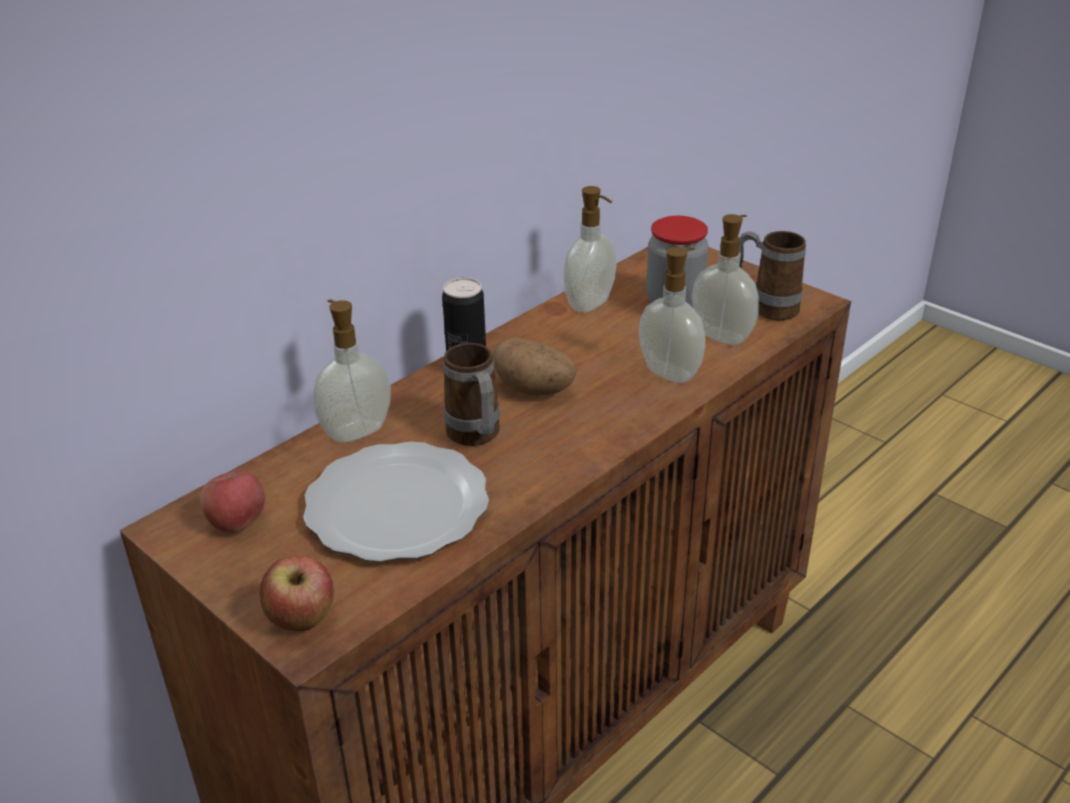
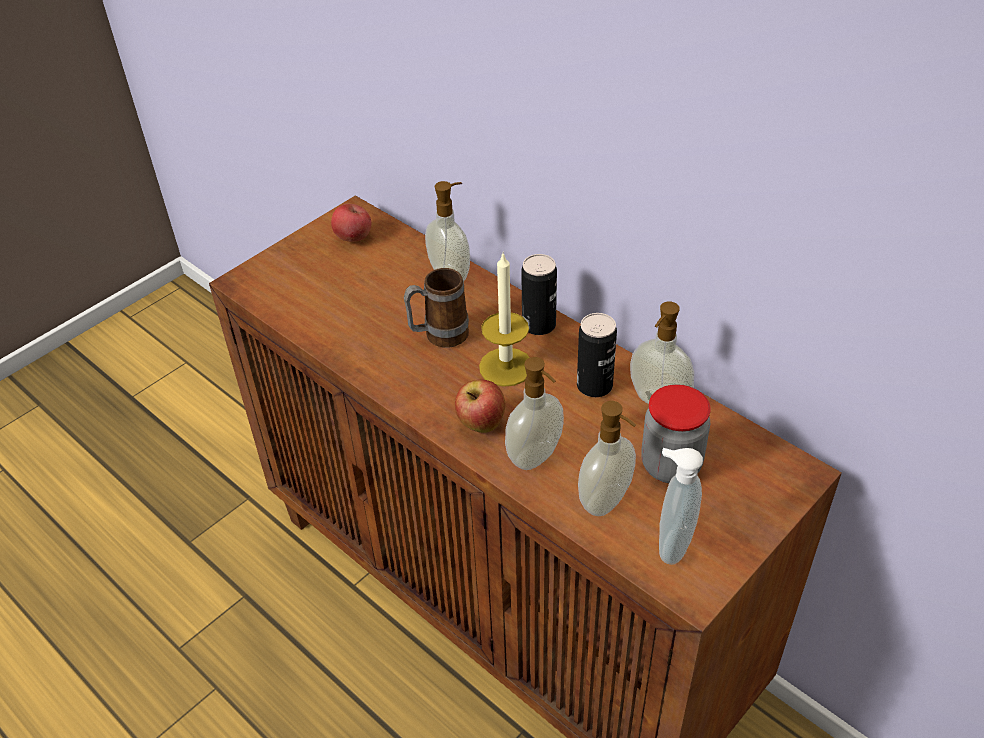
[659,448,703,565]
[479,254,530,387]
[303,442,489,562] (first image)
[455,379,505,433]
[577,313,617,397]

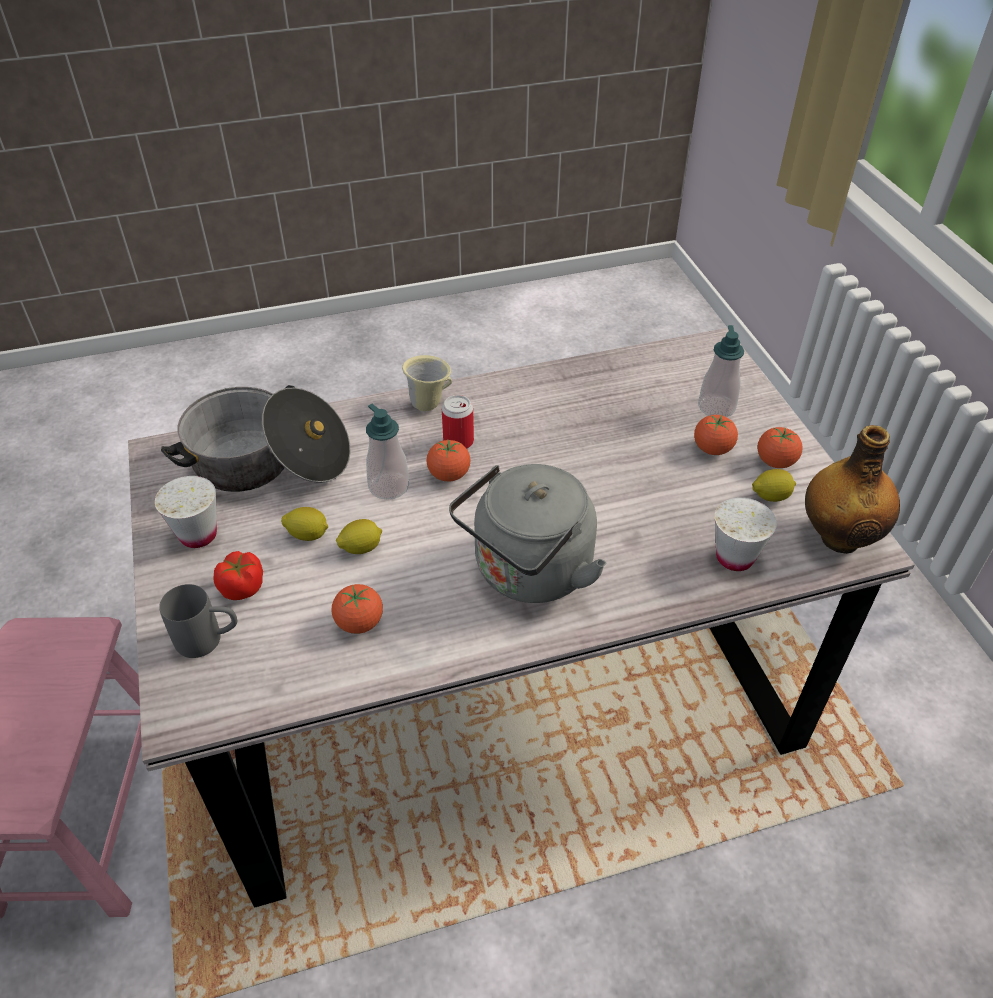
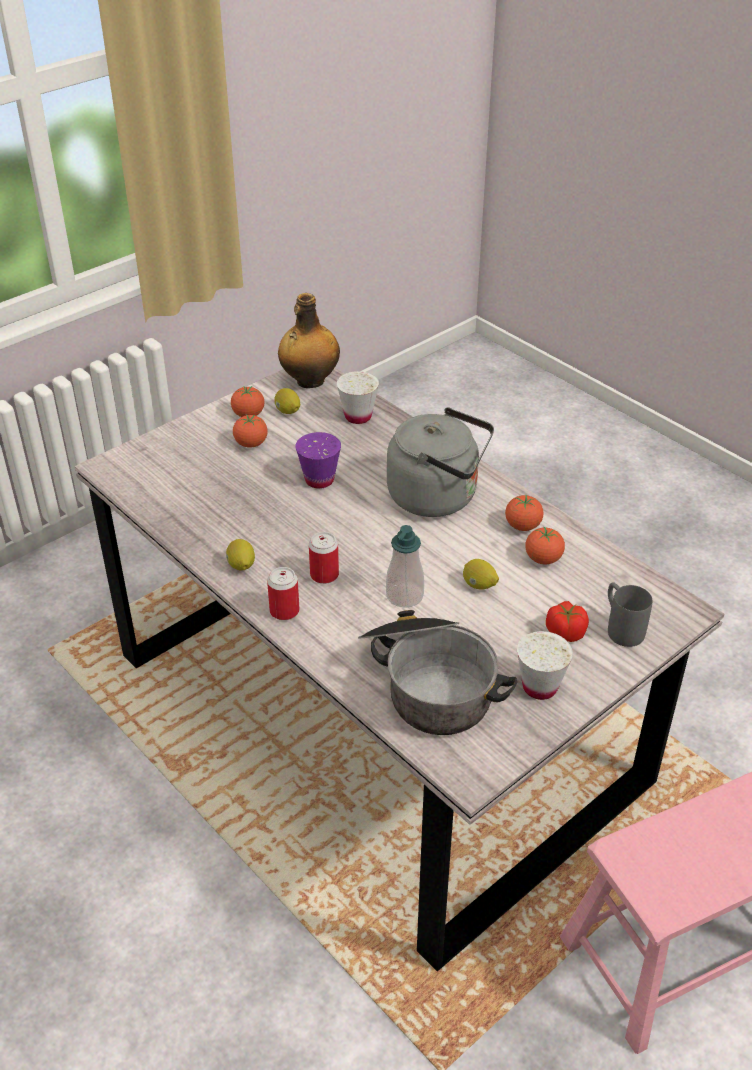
[698,325,744,417] (first image)
[267,567,300,620]
[505,495,543,531]
[226,539,255,570]
[295,432,341,489]

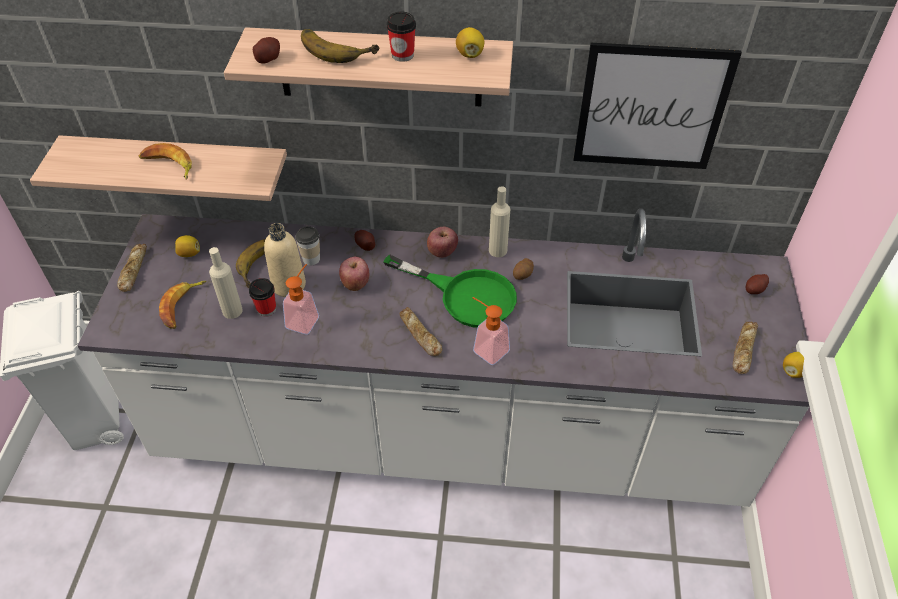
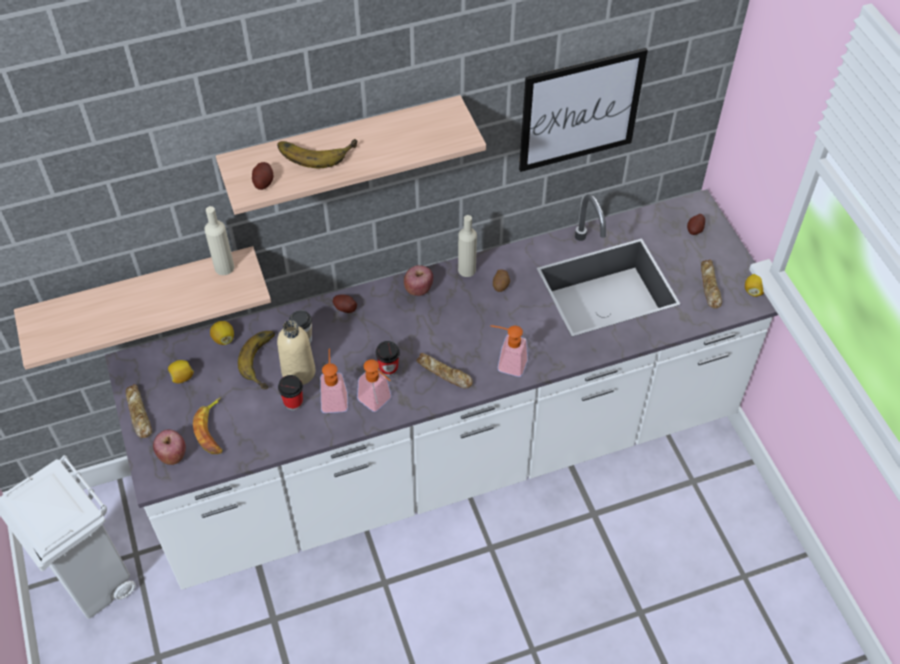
[376,341,400,376]
[210,321,234,345]
[139,143,192,180] (first image)
[204,206,234,275]
[383,254,517,328] (first image)
[153,429,186,465]
[357,359,392,412]

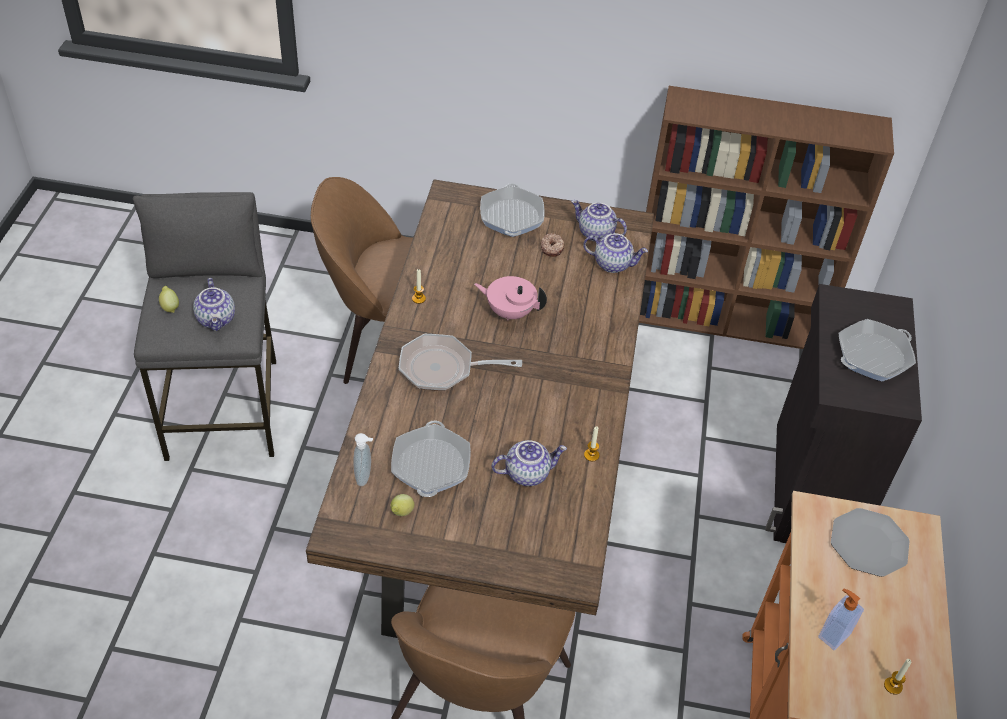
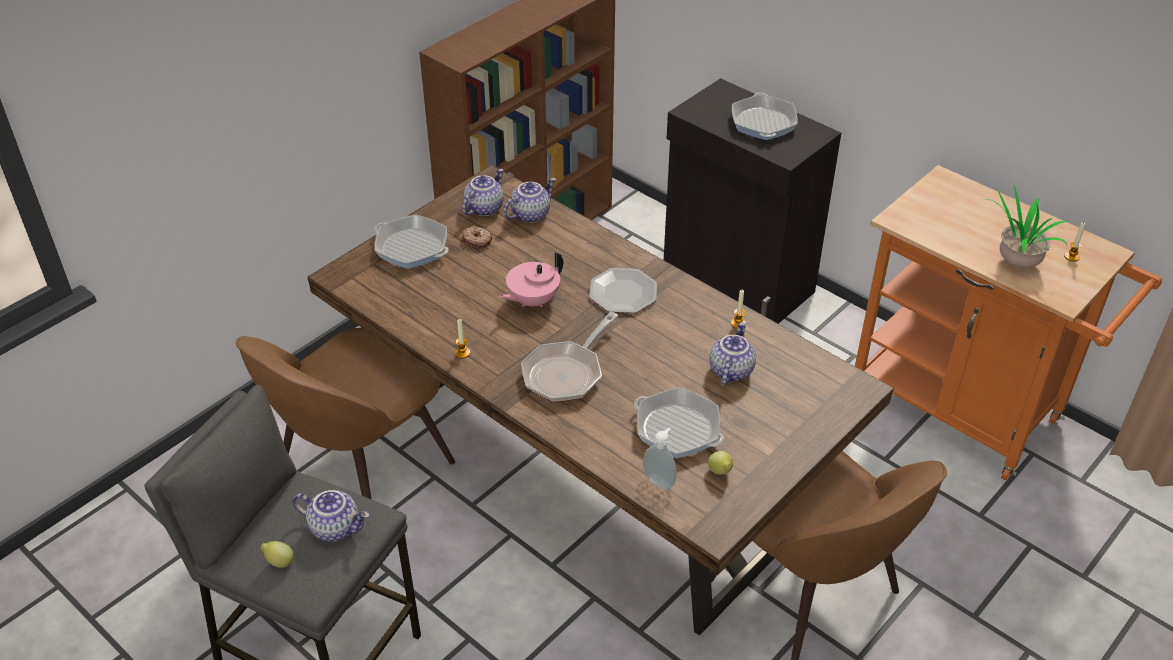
[462,169,504,216]
[589,268,657,313]
[982,186,1068,268]

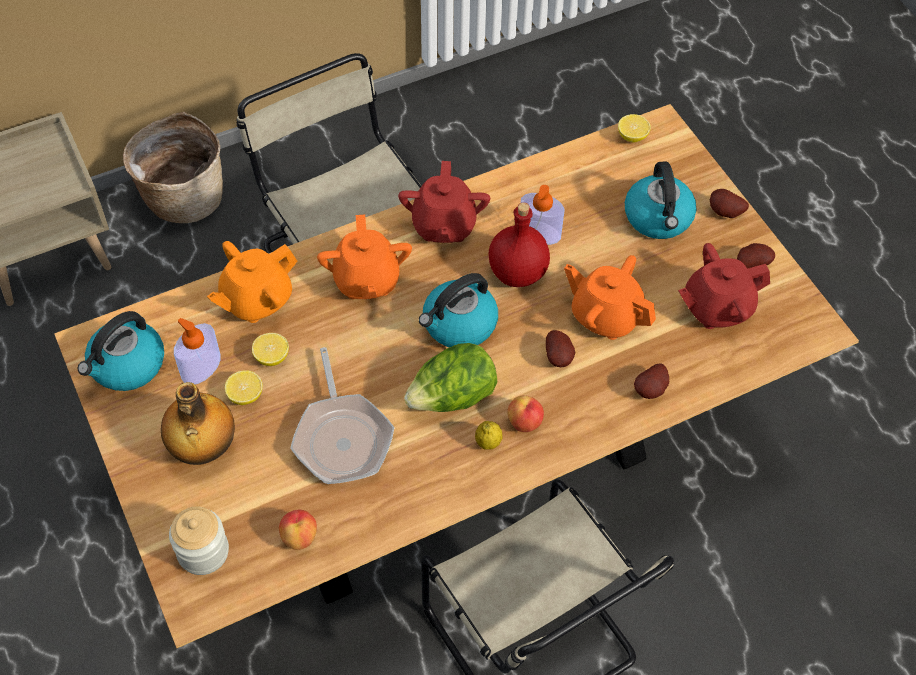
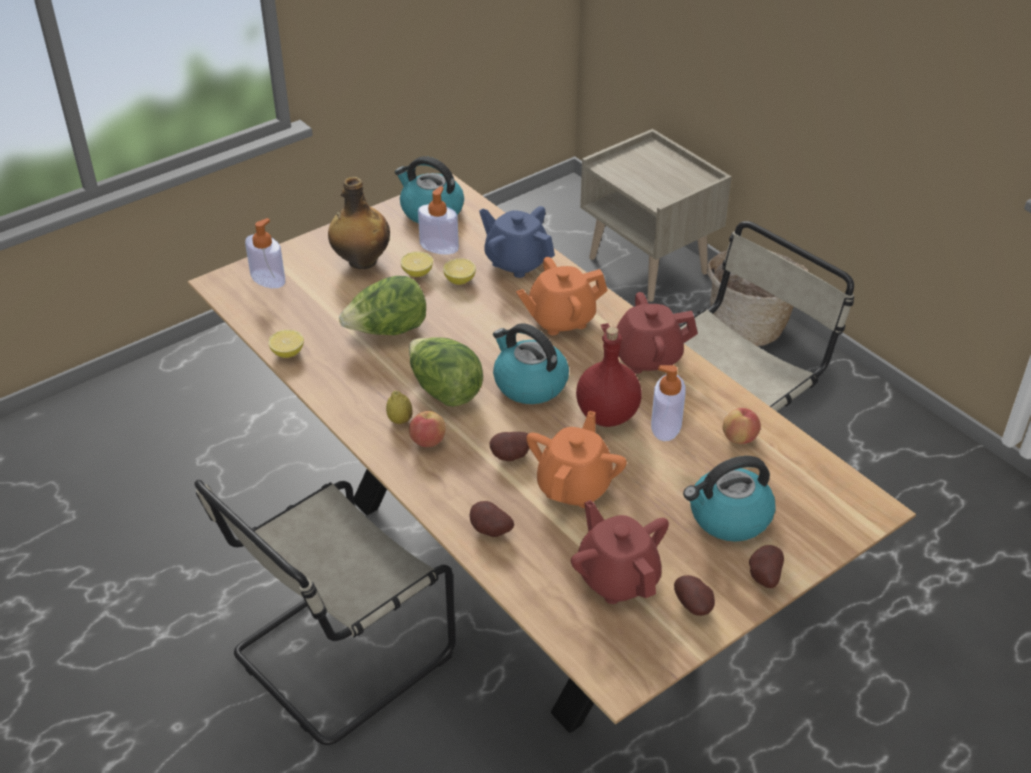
[268,330,304,358]
[479,206,555,278]
[339,276,426,335]
[245,218,285,288]
[723,408,761,444]

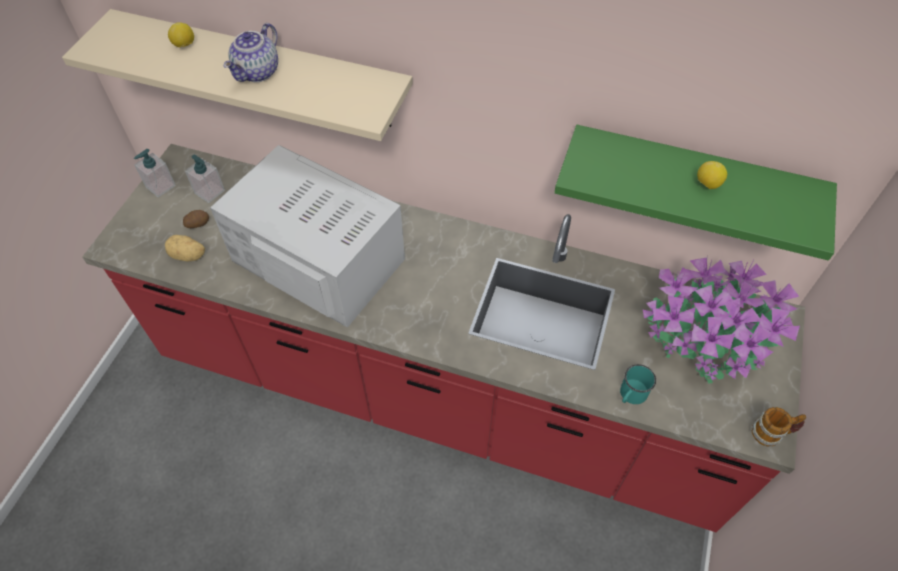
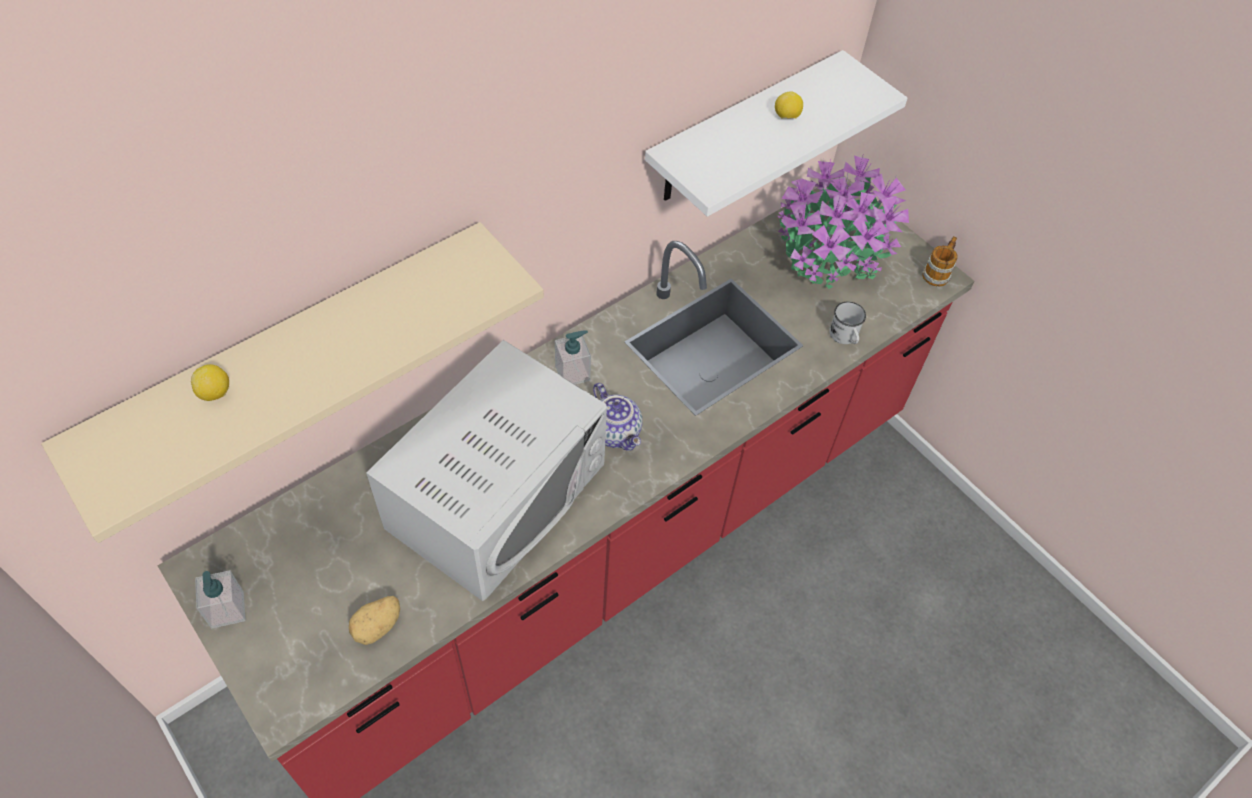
[593,383,643,451]
[645,50,908,217]
[366,340,607,601]
[555,330,591,385]
[183,210,209,228] (first image)
[829,301,866,344]

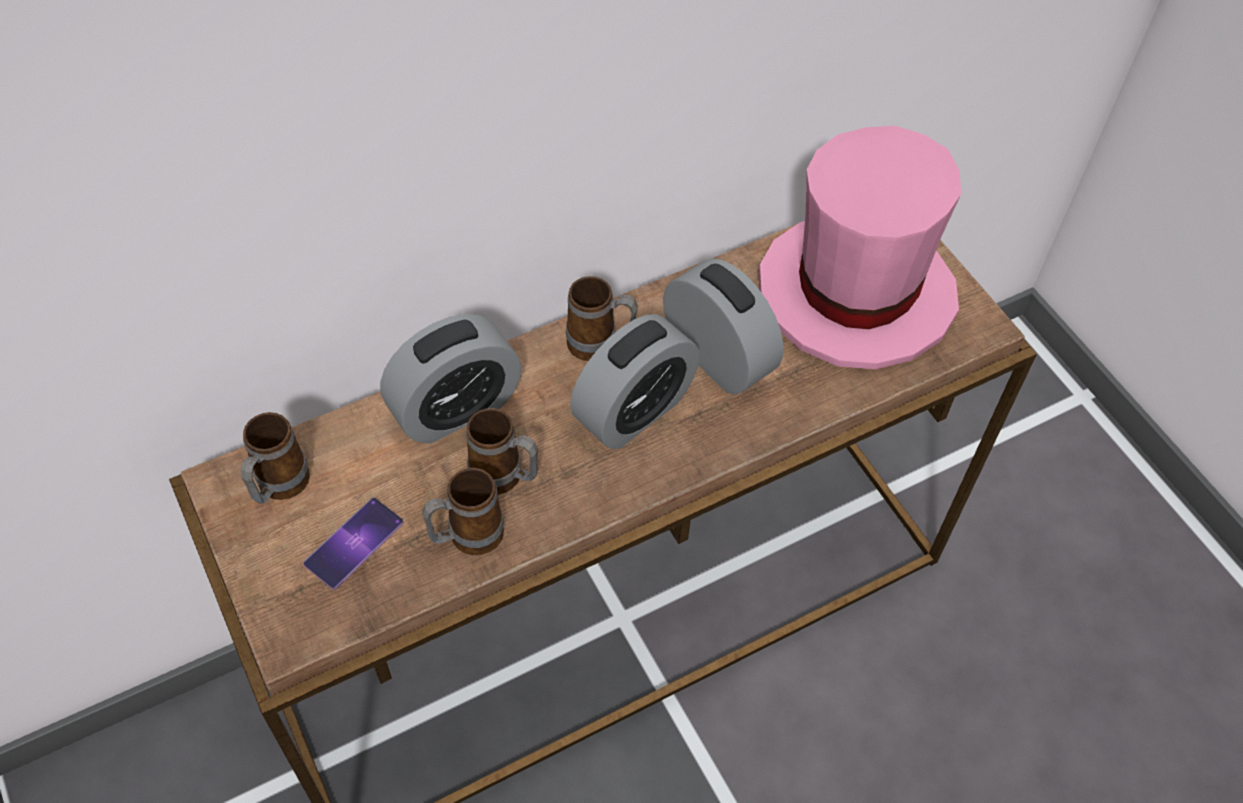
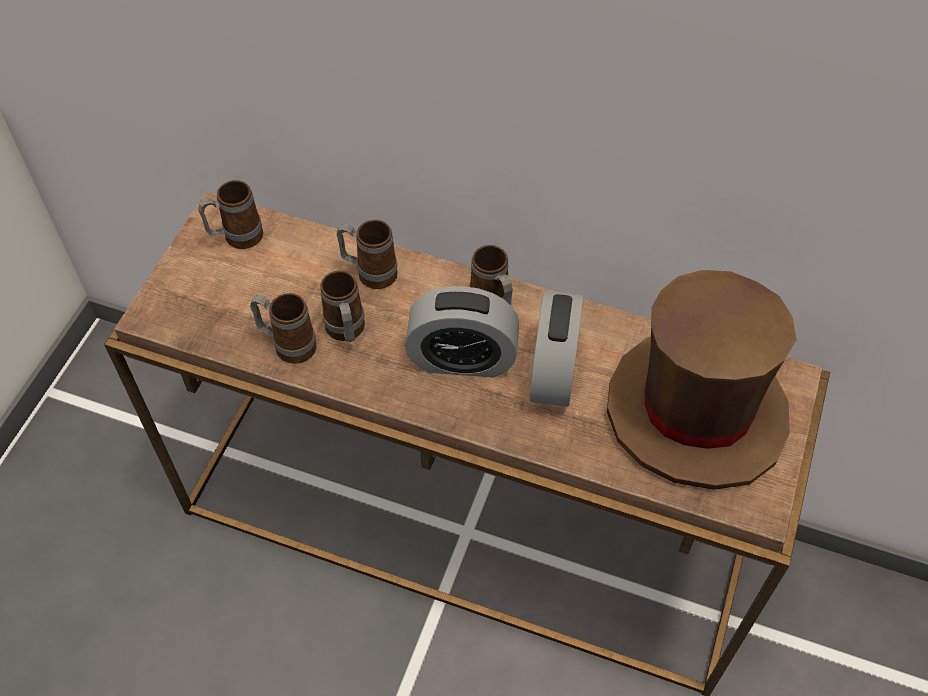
[607,270,796,490]
[337,220,398,289]
[303,497,403,590] (first image)

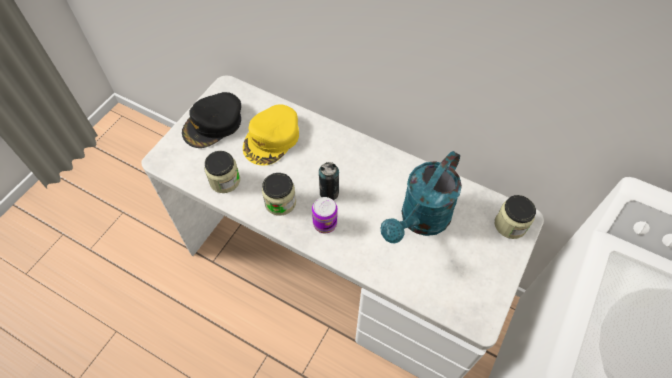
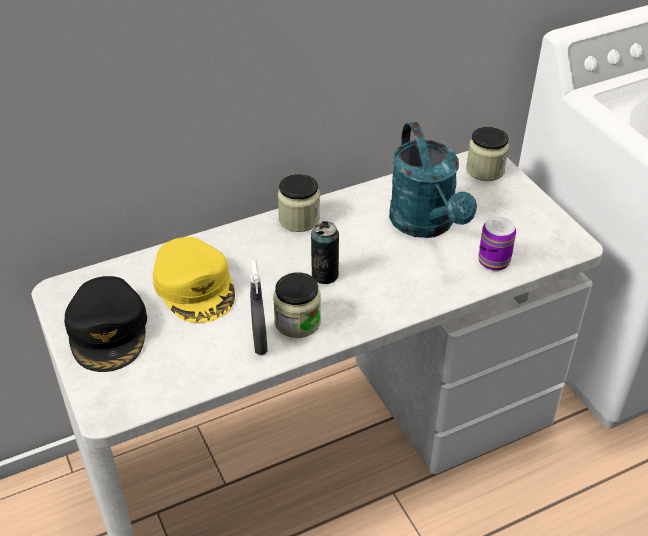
[278,174,320,232]
[478,217,516,271]
[250,260,268,355]

